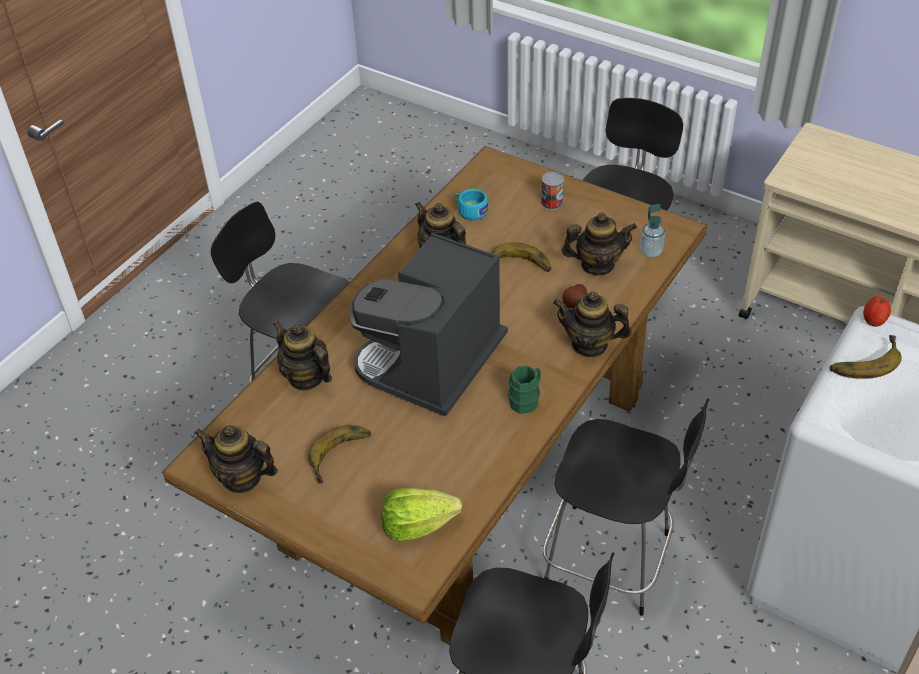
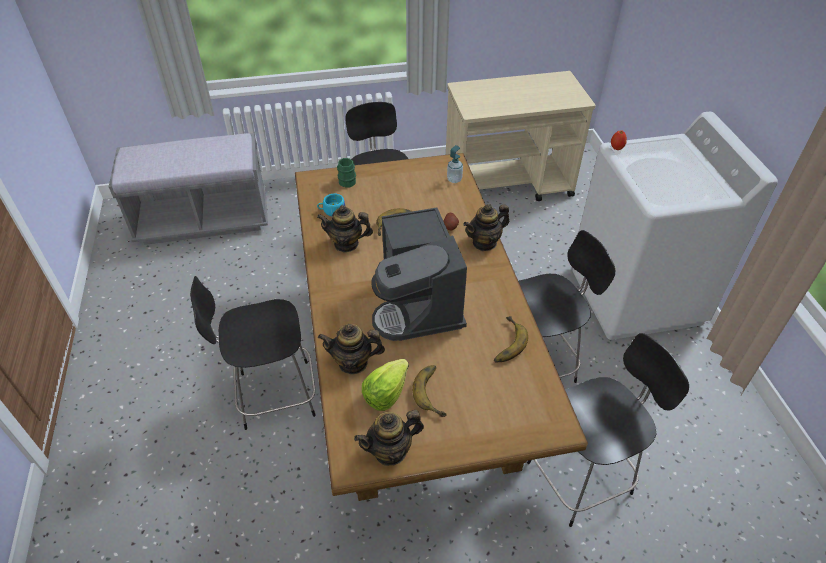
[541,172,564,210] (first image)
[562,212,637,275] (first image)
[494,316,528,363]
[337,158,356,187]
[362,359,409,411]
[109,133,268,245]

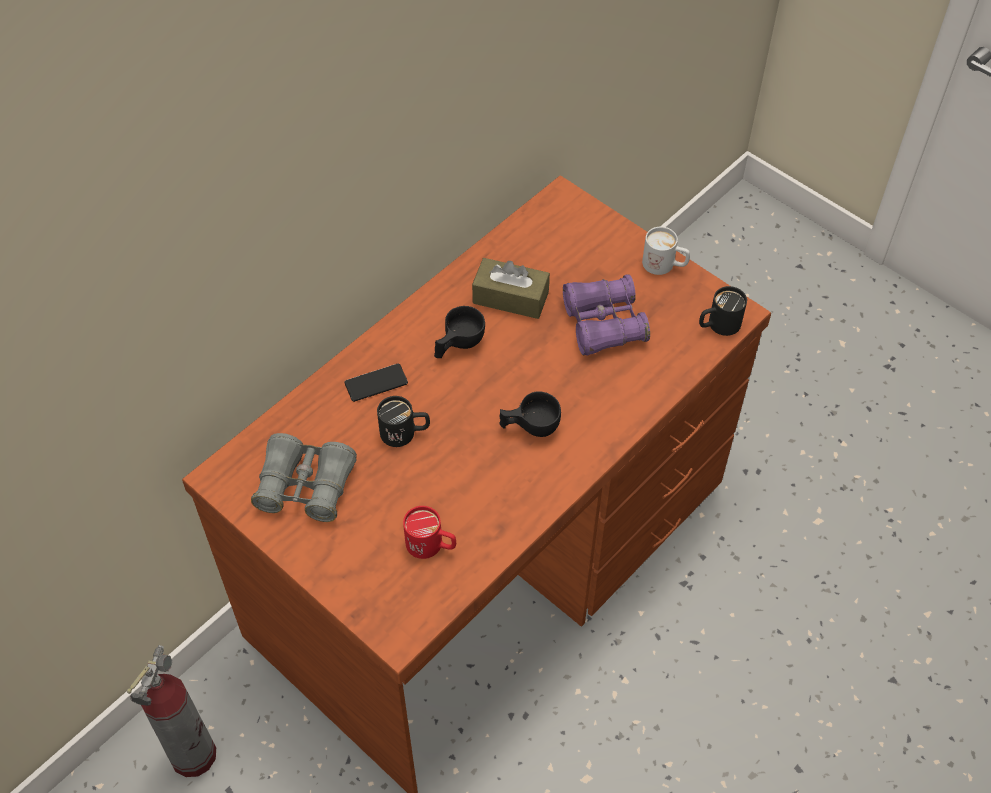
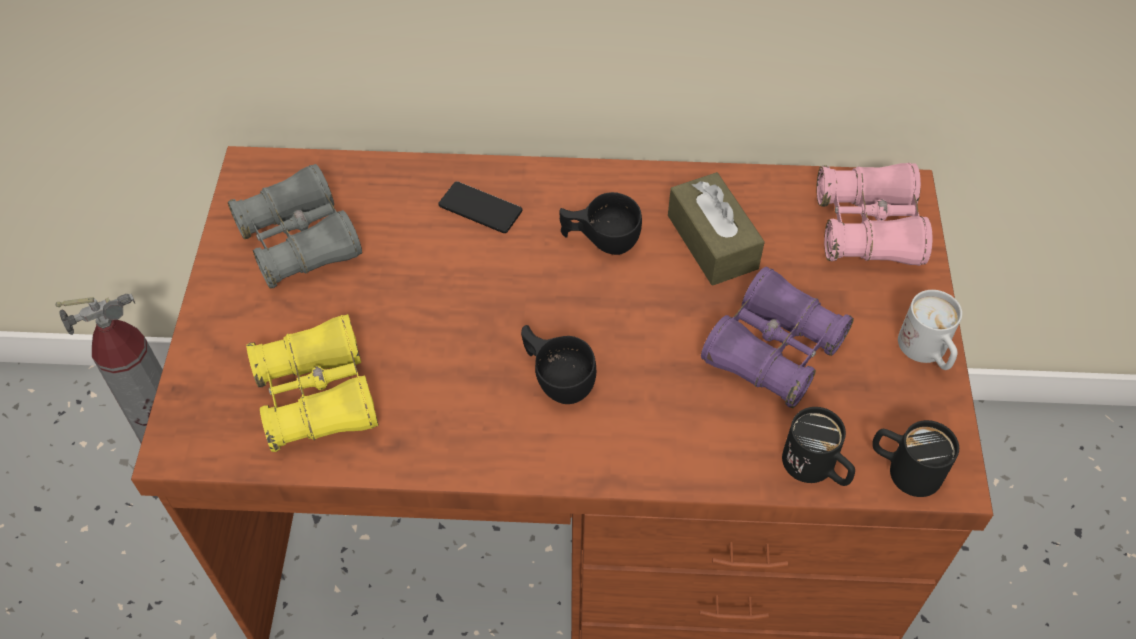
[782,407,855,486]
[246,314,379,452]
[817,163,933,266]

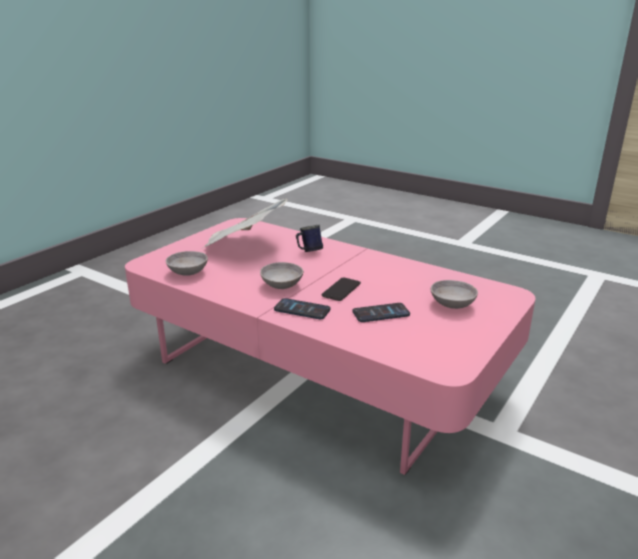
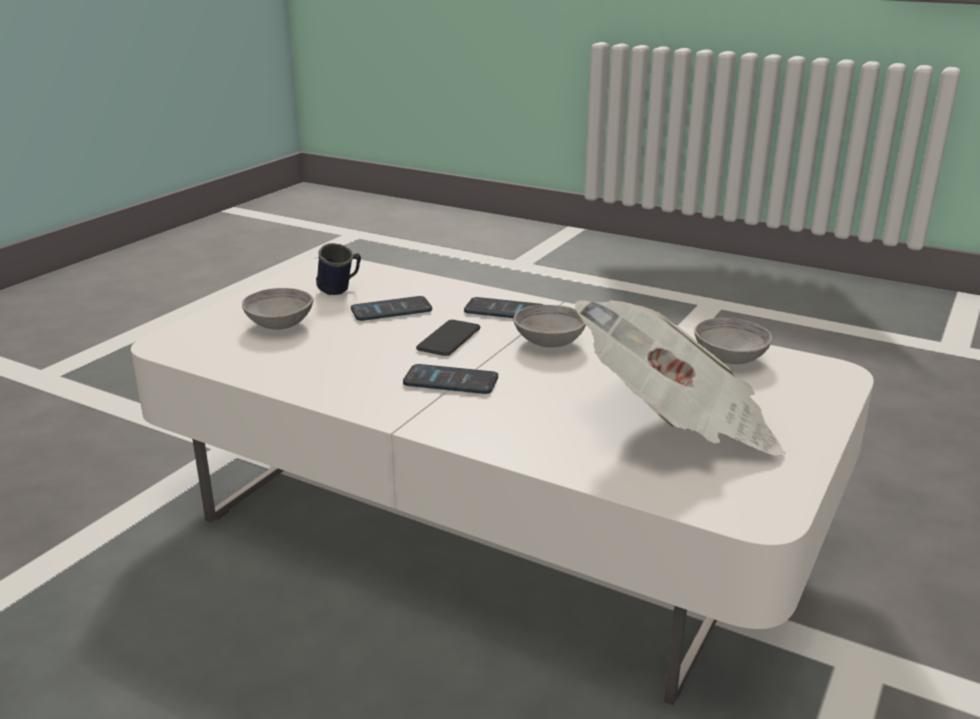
[131,258,874,705]
[316,243,361,295]
[403,364,498,394]

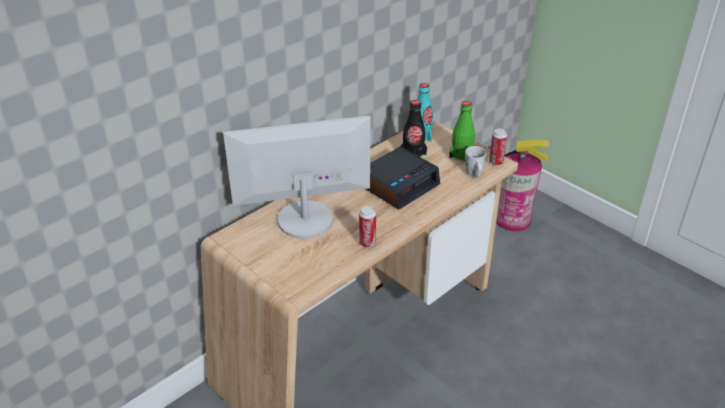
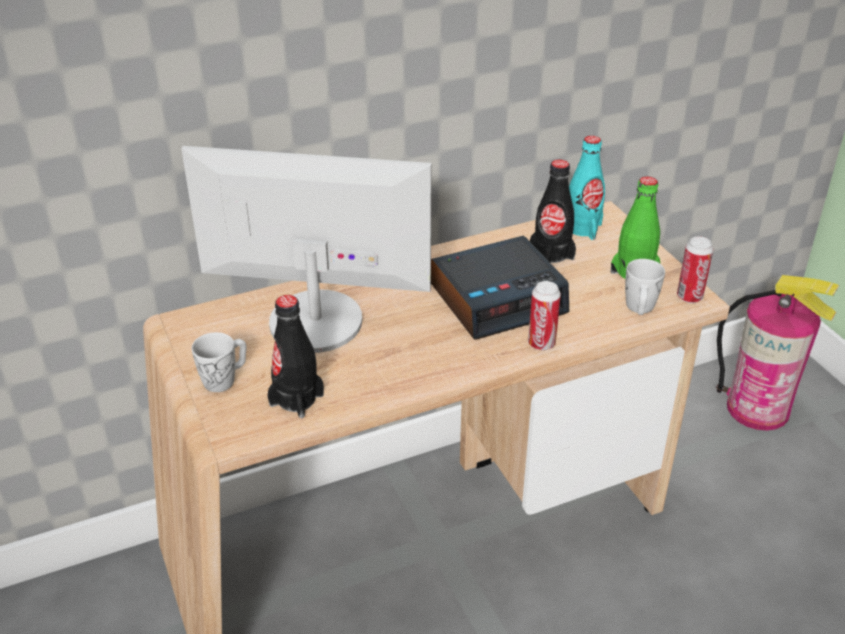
[528,281,561,351]
[268,295,324,418]
[192,332,247,392]

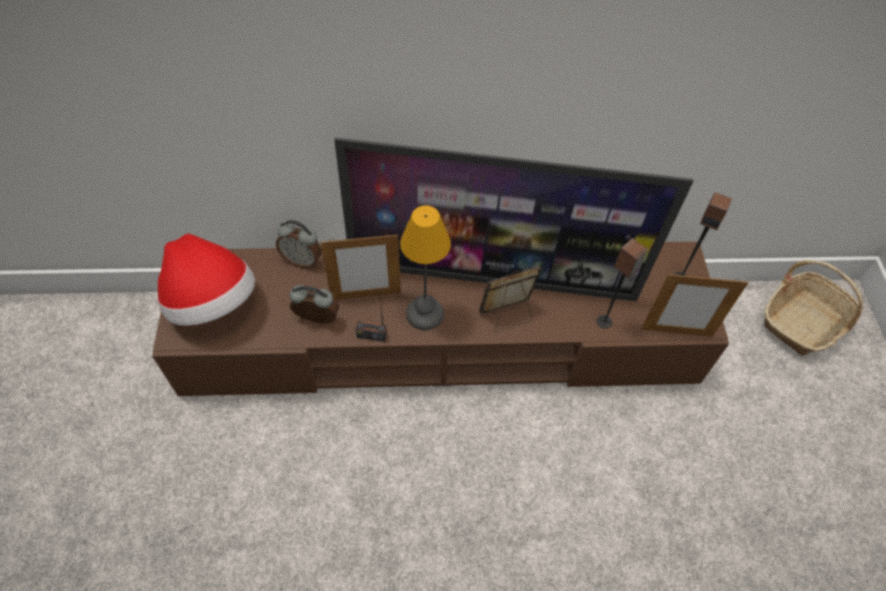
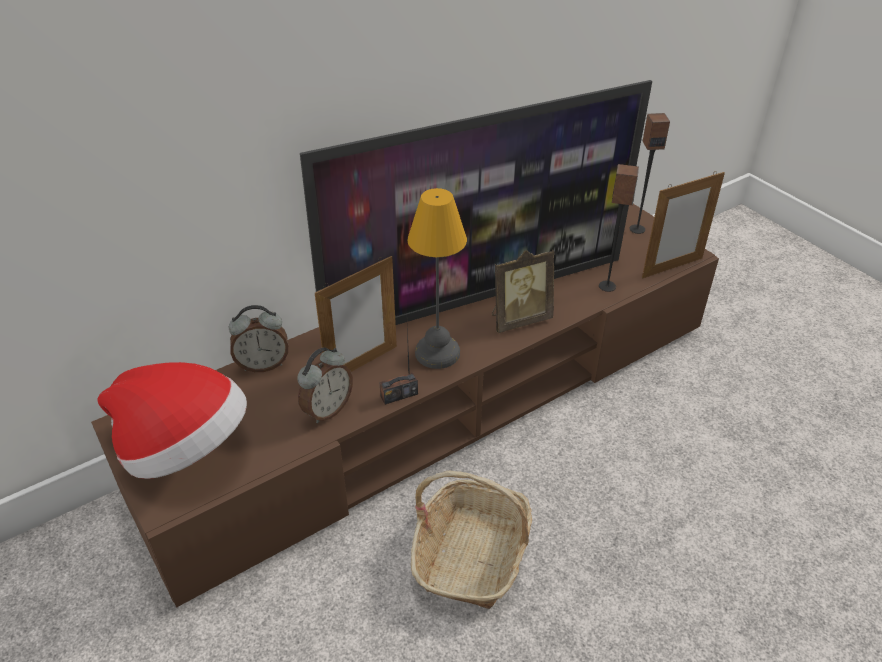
[411,471,532,609]
[492,249,555,333]
[297,347,353,423]

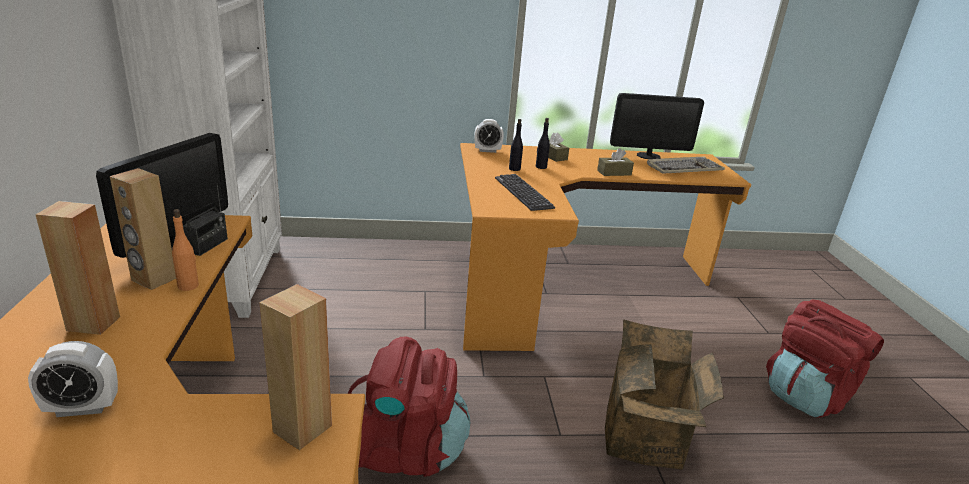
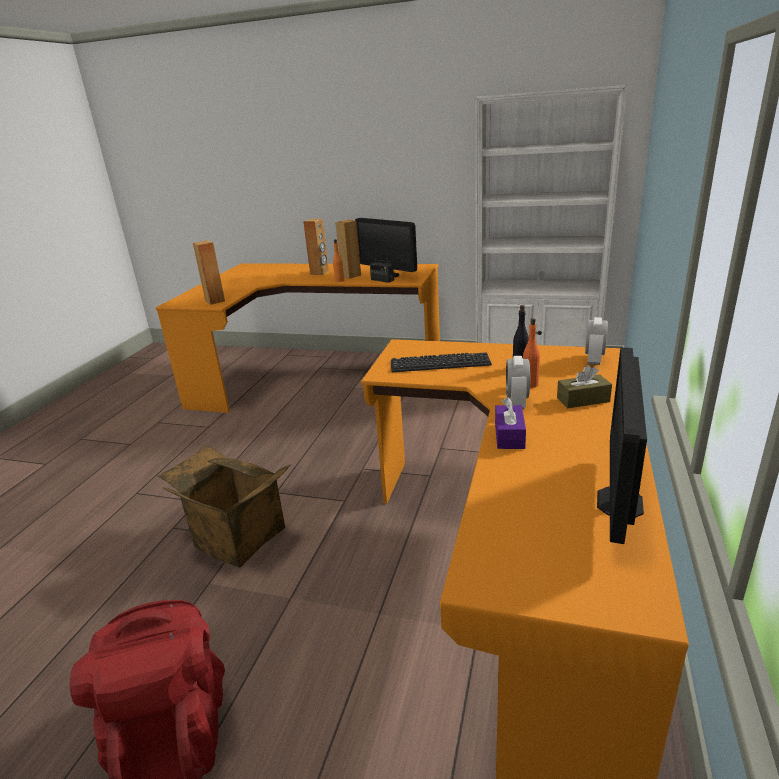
[523,318,540,388]
[495,397,526,449]
[647,157,725,174] (first image)
[347,336,470,477] (first image)
[506,356,530,410]

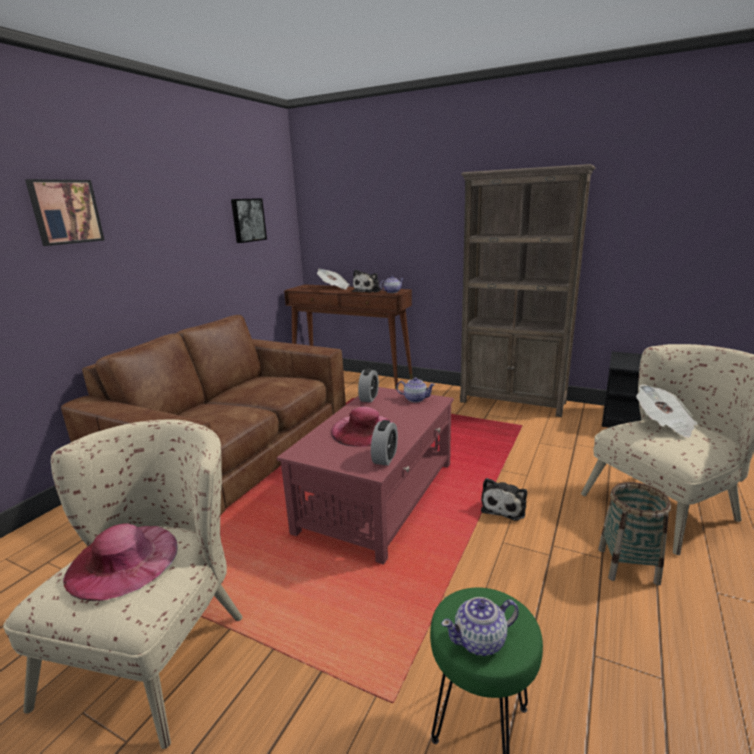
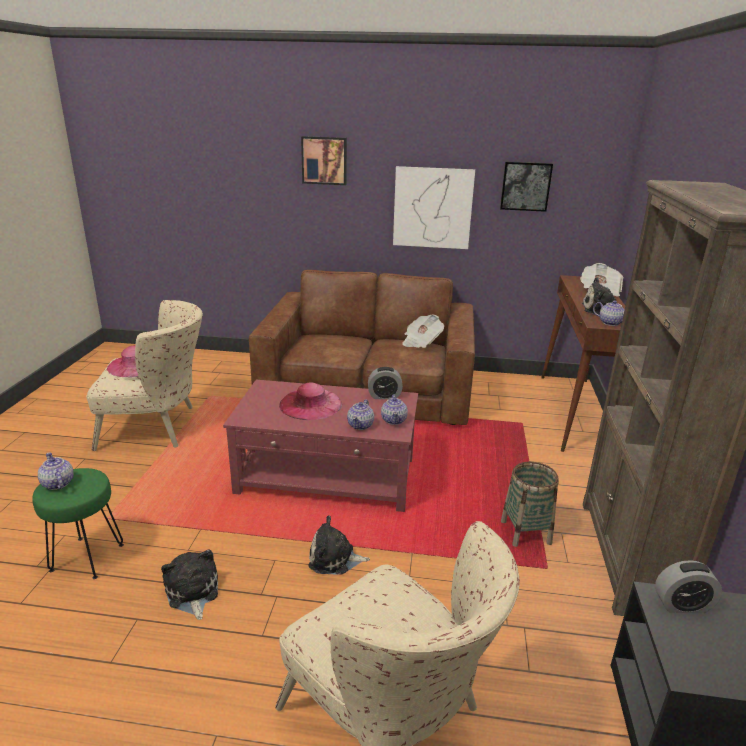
[402,315,444,348]
[655,560,722,613]
[501,462,559,547]
[393,166,475,249]
[347,399,374,430]
[161,549,218,620]

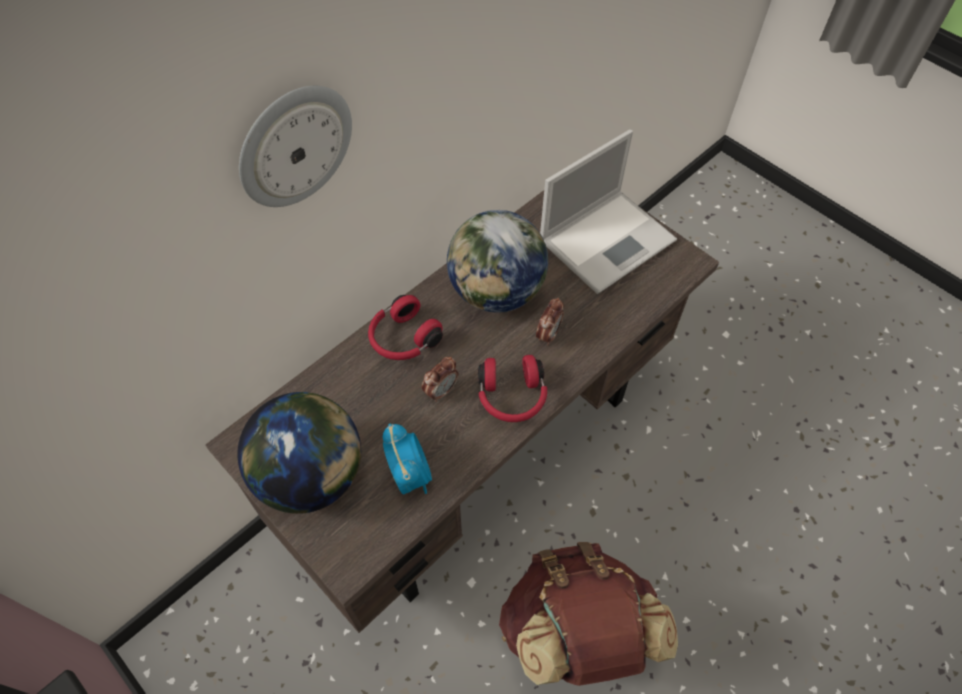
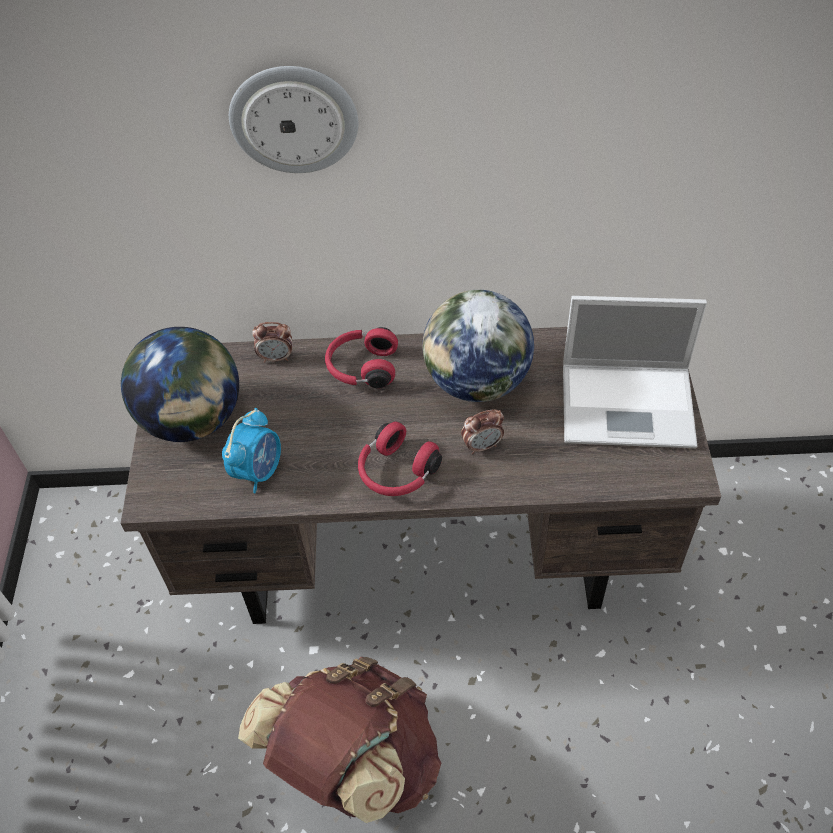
[252,322,293,363]

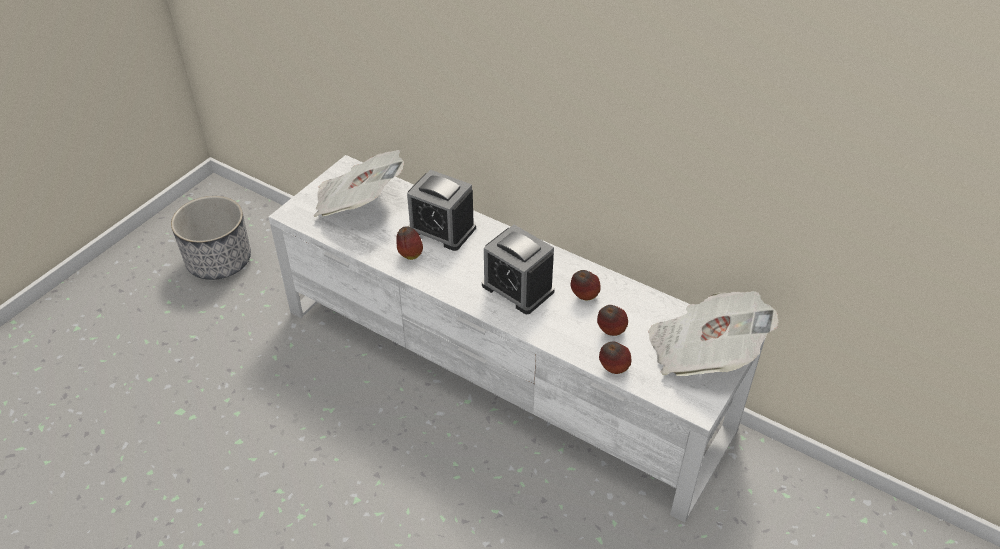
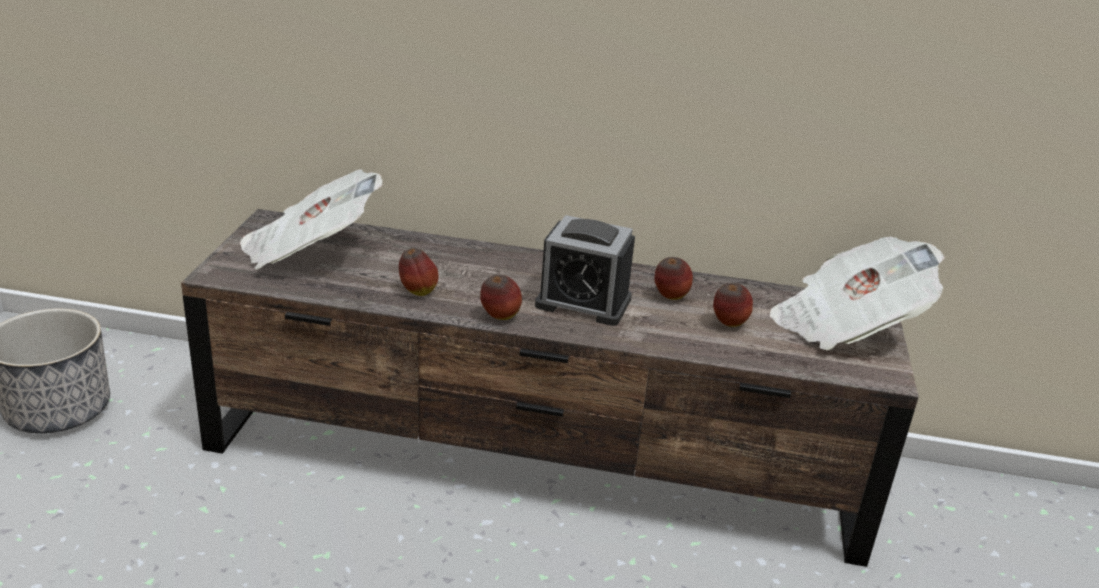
[181,209,919,567]
[407,170,476,251] (first image)
[480,275,522,320]

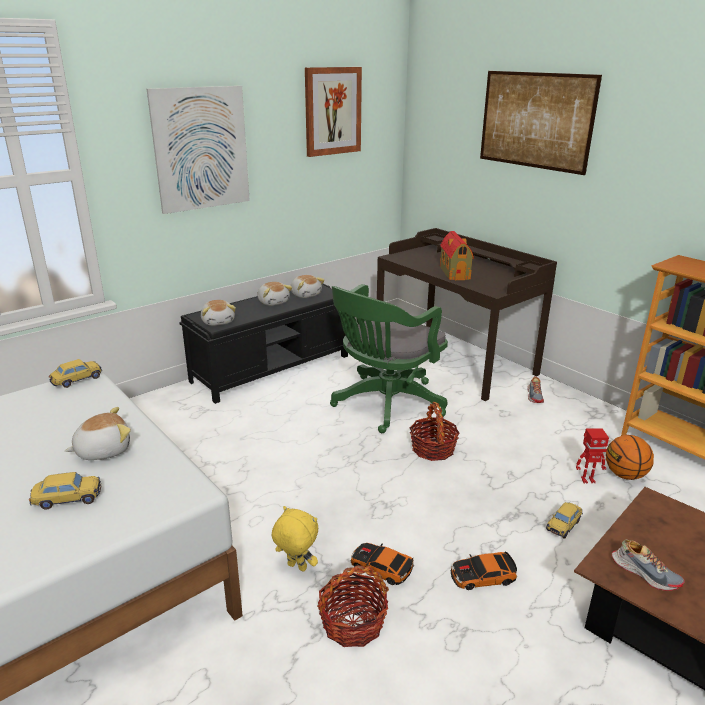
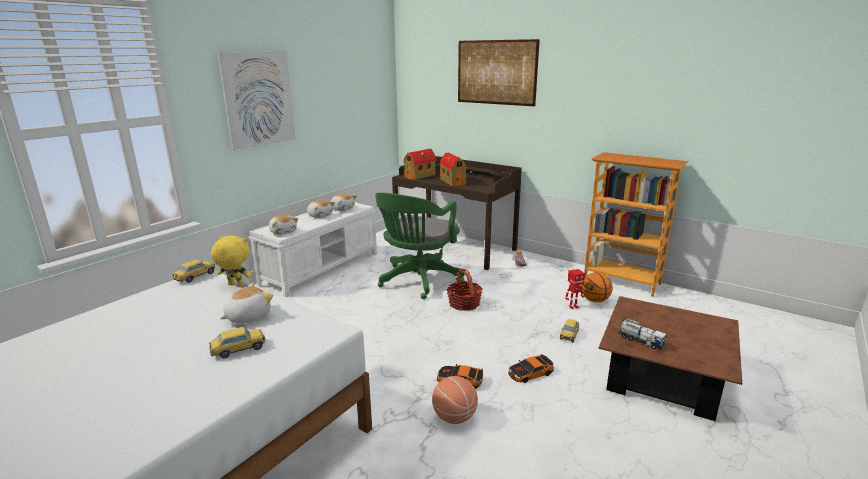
[305,67,362,157] (first image)
[249,202,377,297]
[211,236,251,286]
[618,318,667,350]
[432,376,478,424]
[403,149,436,180]

